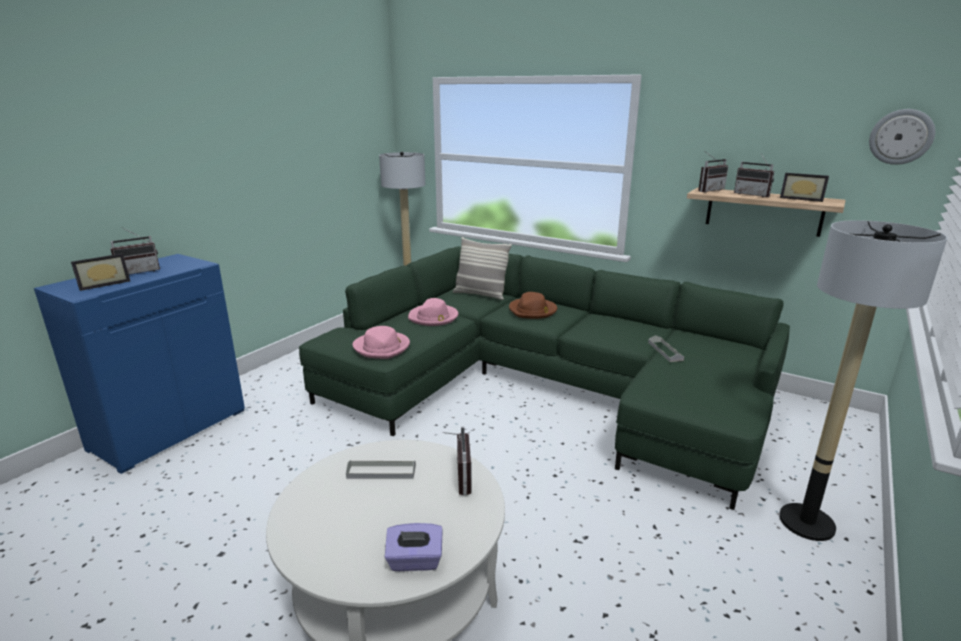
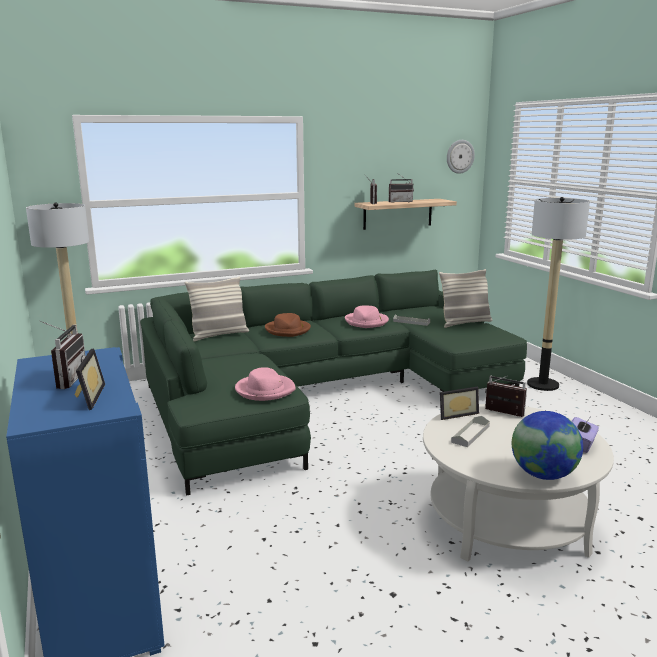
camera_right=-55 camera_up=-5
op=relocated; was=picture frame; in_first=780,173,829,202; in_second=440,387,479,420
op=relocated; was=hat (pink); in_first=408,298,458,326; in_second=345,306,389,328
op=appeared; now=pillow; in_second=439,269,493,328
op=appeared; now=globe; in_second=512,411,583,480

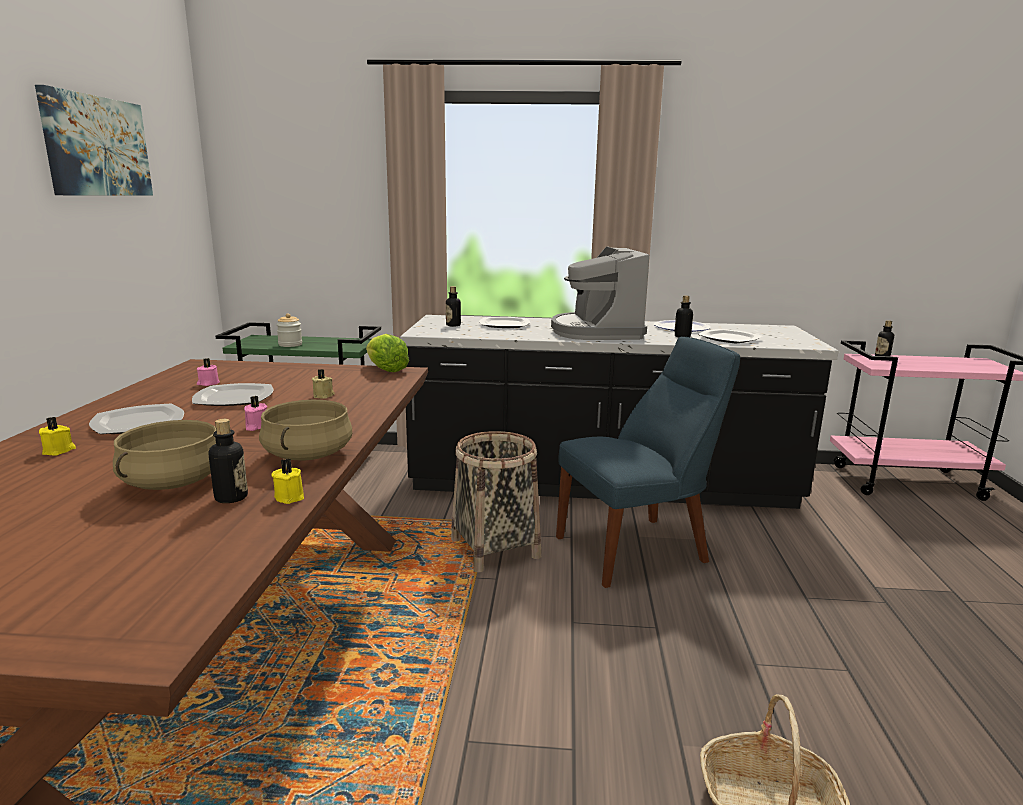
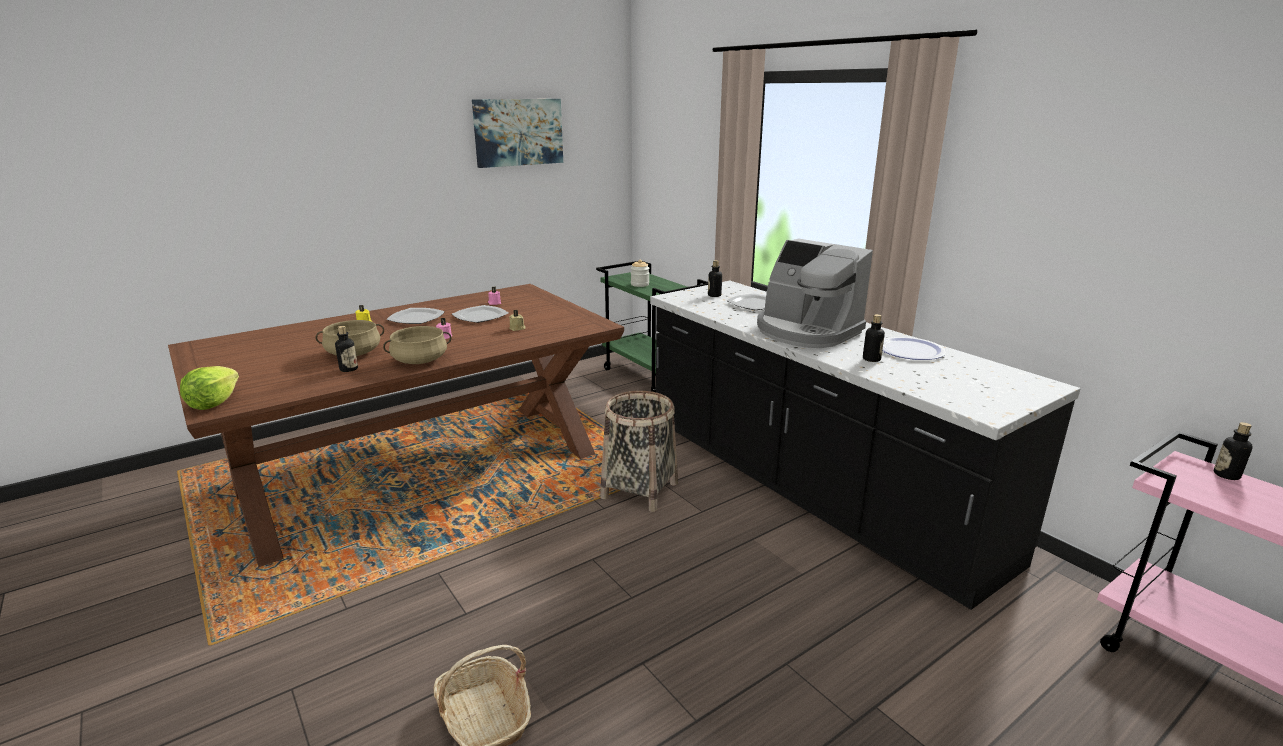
camera_right=50 camera_up=5
op=spun; was=coffee machine; in_first=551,247,649,340; in_second=757,239,873,348; clockwise=-90
op=missing; was=plate; in_first=698,329,762,344
op=relocated; was=lettuce; in_first=366,334,409,372; in_second=180,366,239,410
op=missing; was=chair (blue); in_first=556,336,740,588
op=missing; was=candle (yellow); in_first=271,459,304,504

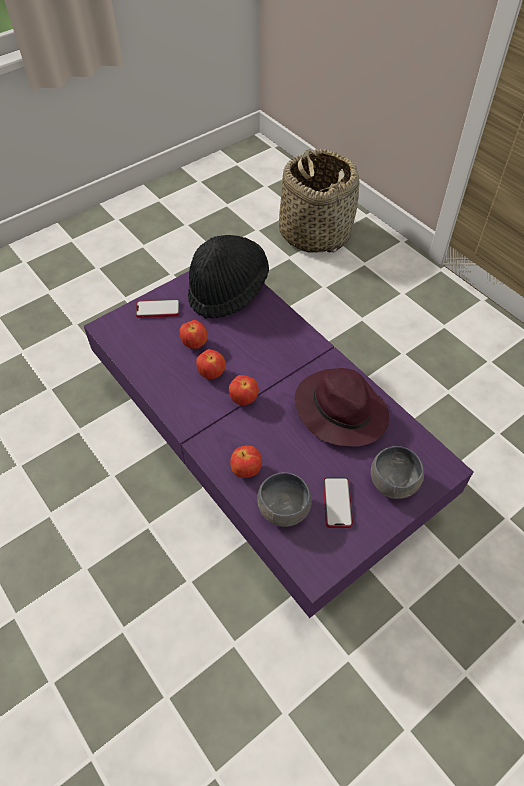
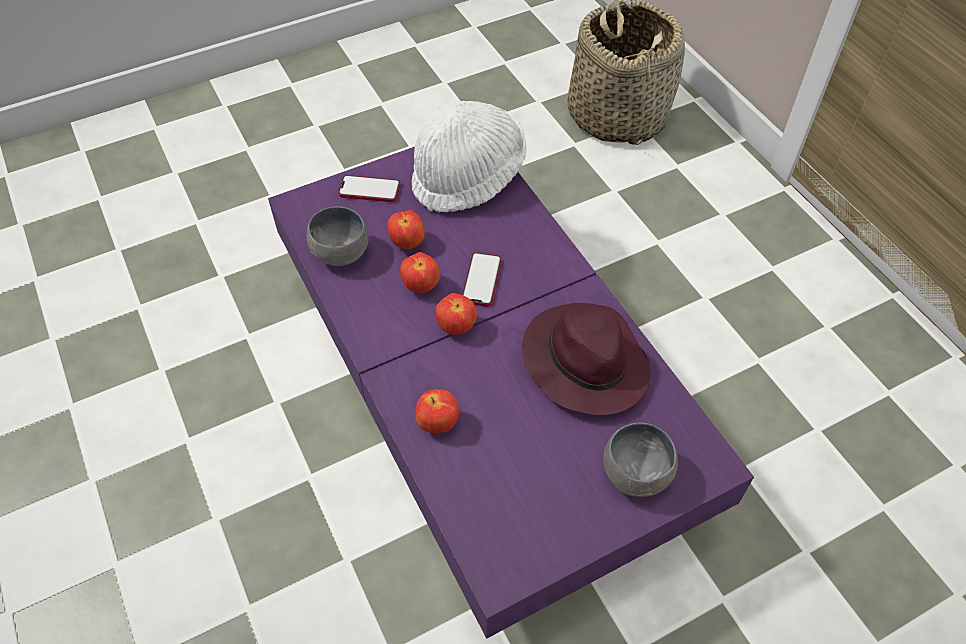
camera_right=10 camera_up=0
op=colour; was=hat (black); now=hat (white); in_first=188,235,269,319; in_second=412,101,526,213
op=relocated; was=bowl (grey); in_first=257,472,312,527; in_second=307,206,369,266
op=relocated; was=phone; in_first=323,477,353,528; in_second=462,252,502,307

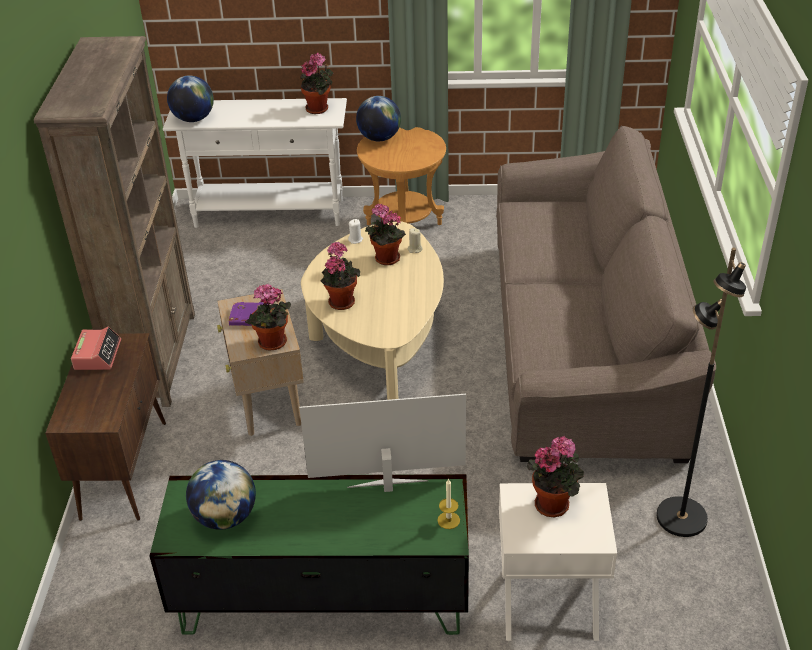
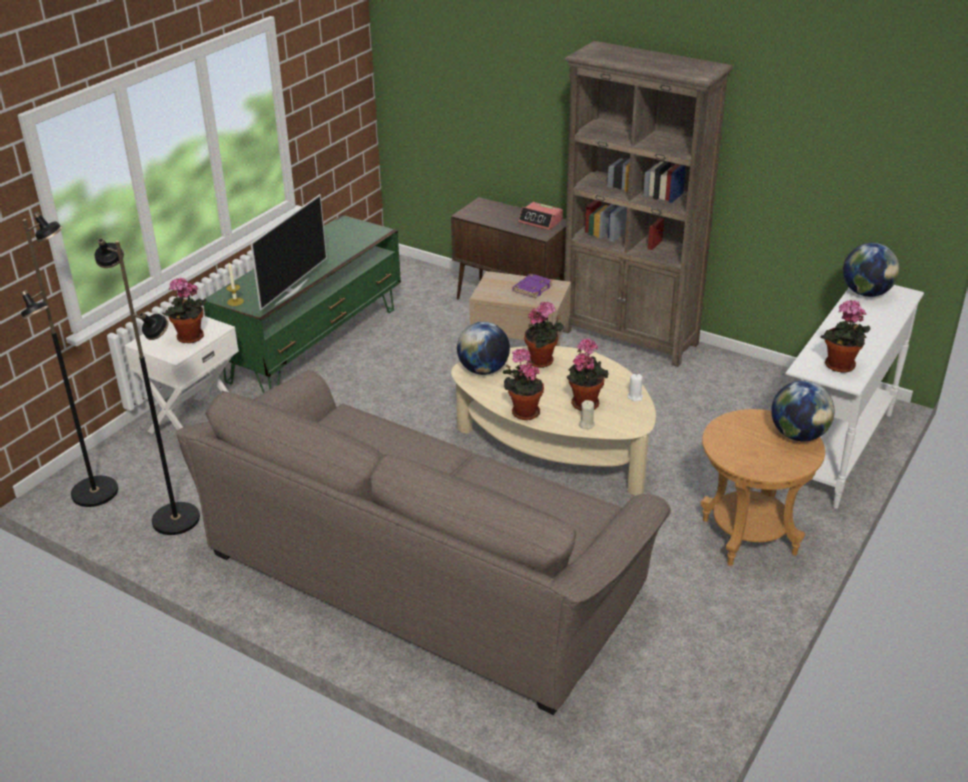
camera_right=120 camera_up=-5
op=relocated; was=potted plant; in_first=245,284,291,351; in_second=503,348,544,420
op=relocated; was=globe; in_first=186,460,256,530; in_second=457,322,510,375
op=appeared; now=floor lamp (black); in_second=21,212,118,507

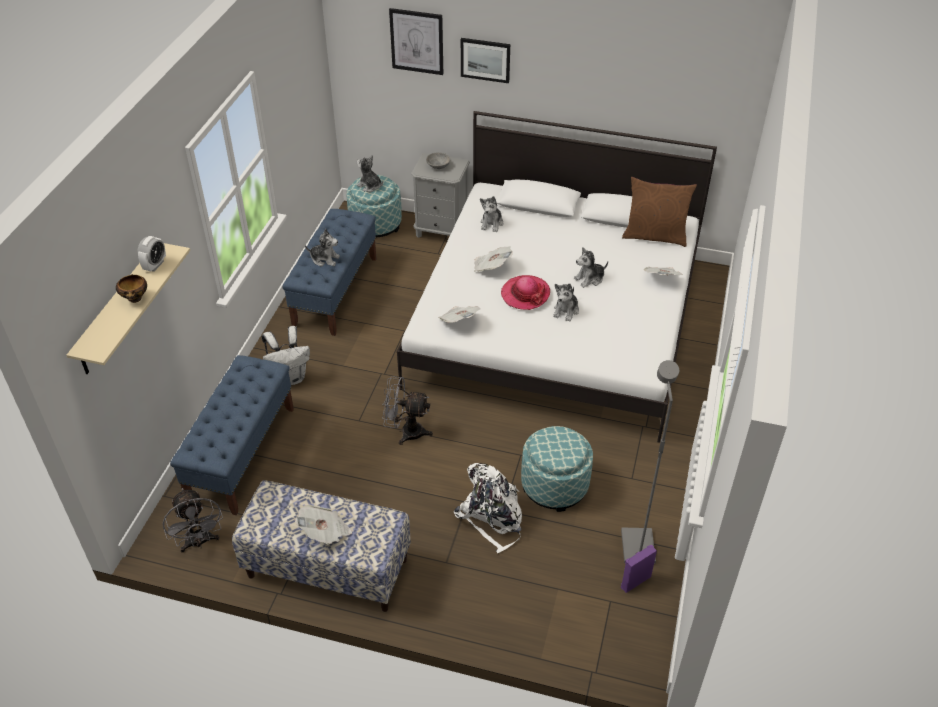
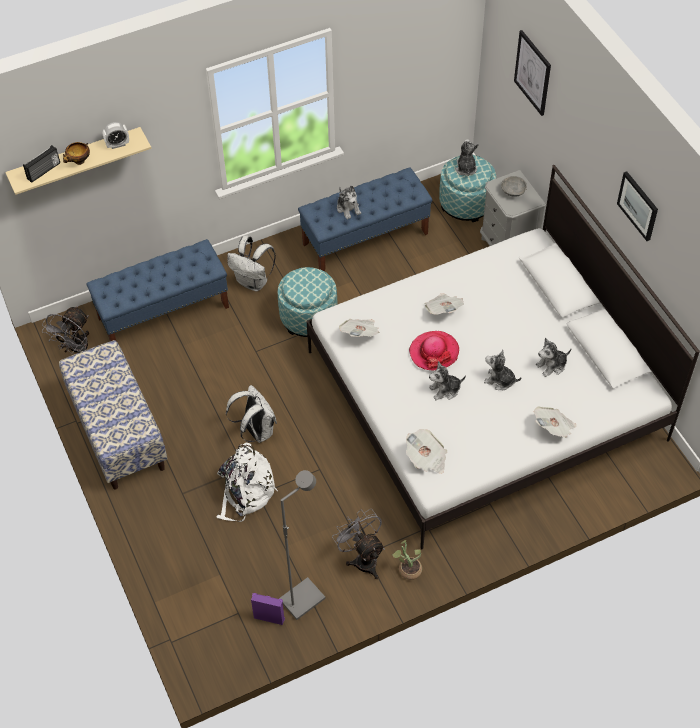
camera_right=50 camera_up=10
op=relocated; was=picture; in_first=461,38,510,83; in_second=617,172,658,241
op=missing; was=pillow (brown); in_first=622,177,697,247
op=relocated; was=plush toy; in_first=480,196,503,232; in_second=536,338,571,377
op=relocated; was=fan (grey); in_first=382,376,433,445; in_second=332,509,385,579
op=relocated; was=ottoman; in_first=521,426,593,512; in_second=278,267,337,337
op=relocated; was=newspaper; in_first=295,505,352,544; in_second=406,429,447,474
op=appeared; now=radio; in_second=23,145,60,183
op=appeared; now=backpack (white); in_second=226,385,277,443
op=appeared; now=potted plant; in_second=392,540,422,580

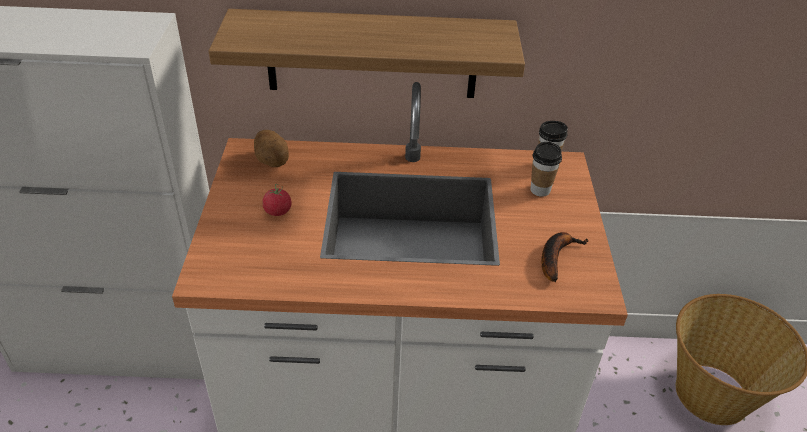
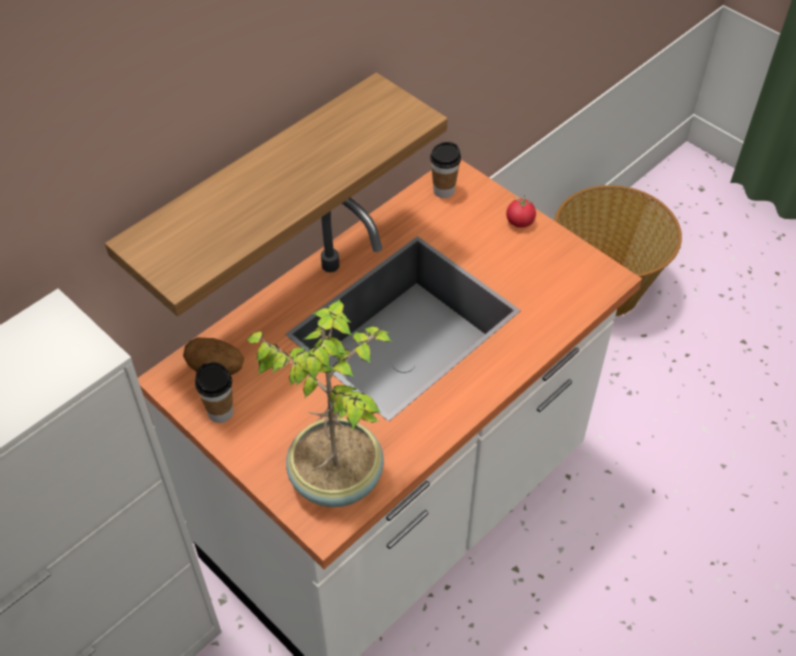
camera_right=-45 camera_up=10
op=relocated; was=cup; in_first=531,142,562,197; in_second=195,362,233,423
op=relocated; was=tomato; in_first=262,184,291,216; in_second=506,195,536,228
op=missing; was=banana; in_first=541,232,589,282
op=appeared; now=potted plant; in_second=247,300,393,507

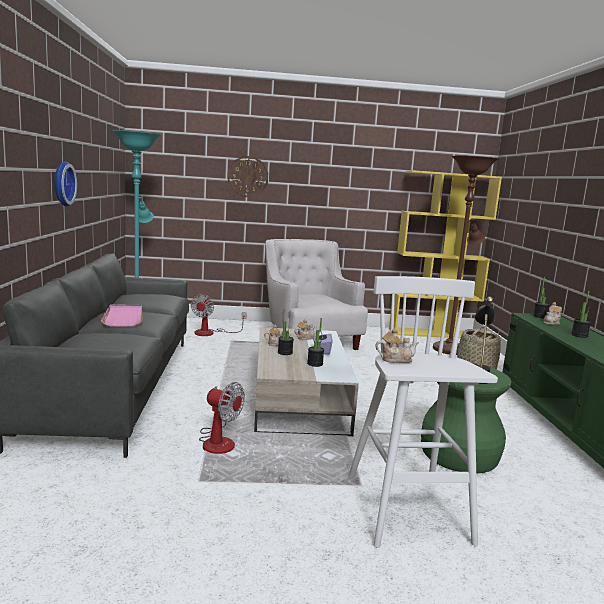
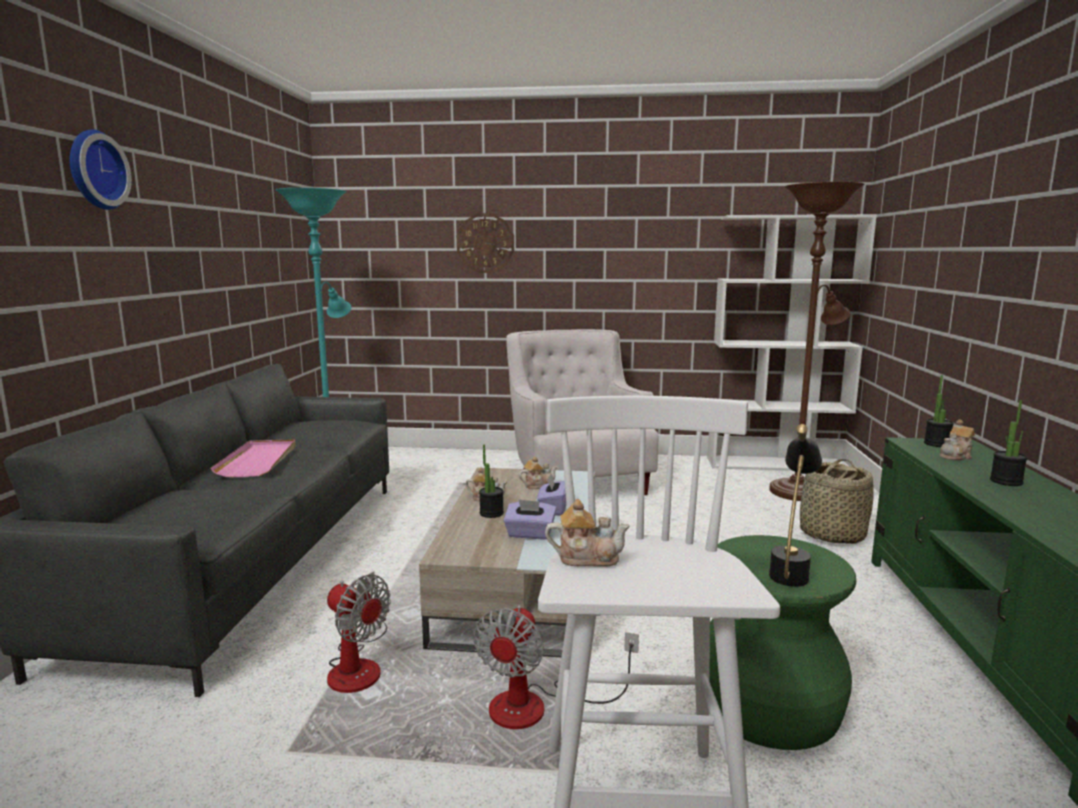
camera_right=10 camera_up=0
op=relocated; was=wall clock; in_first=55,161,77,207; in_second=69,129,132,210
op=colour; was=bookcase (yellow); now=bookcase (white); in_first=389,170,502,338; in_second=707,214,877,471
op=relocated; was=fan; in_first=191,294,247,336; in_second=473,605,639,729
op=exchanged; was=potted plant; now=tissue box (purple); in_first=307,318,324,367; in_second=503,499,557,539

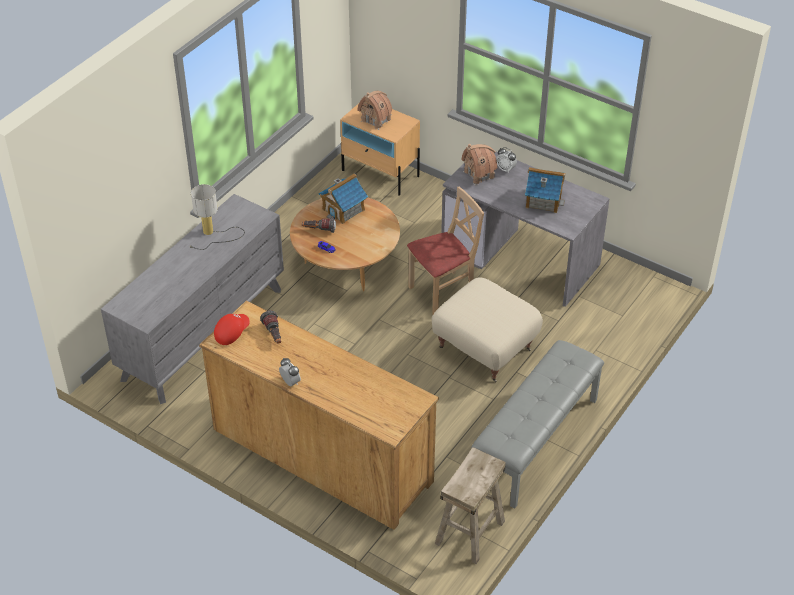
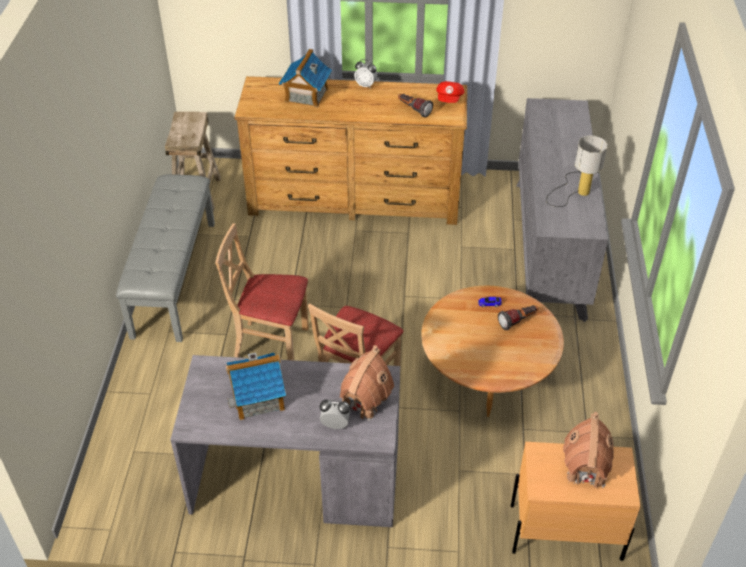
camera_right=150 camera_up=0
op=relocated; was=toy house; in_first=318,173,368,224; in_second=279,49,332,107
op=exchanged; was=ottoman (beige); now=chair (beige); in_first=432,277,543,382; in_second=215,223,309,360

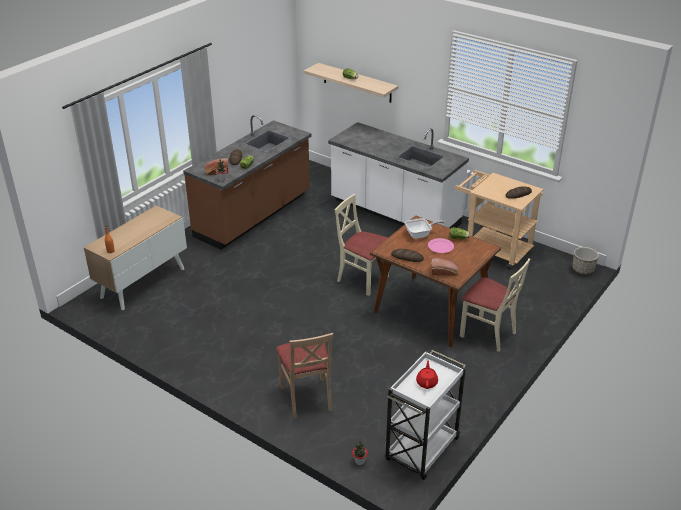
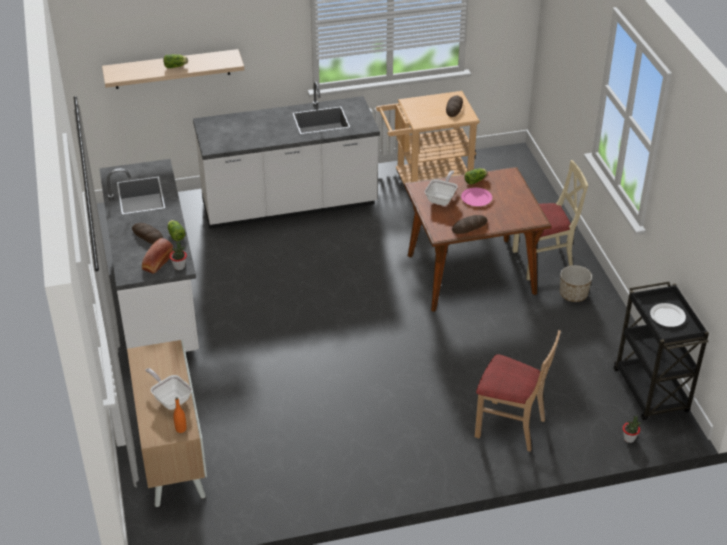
camera_right=-50 camera_up=5
op=colour; was=counter (brown); now=counter (white); in_first=183,115,312,250; in_second=99,159,199,361
op=missing; was=chair (beige); in_first=335,194,389,296
op=relocated; was=planter; in_first=572,247,599,275; in_second=560,265,592,302
op=missing; was=bread; in_first=431,258,459,276
op=colour; was=cart (white); now=cart (black); in_first=386,350,466,480; in_second=613,282,709,420
op=exchanged; was=teapot (red); now=plate (white); in_first=416,361,438,389; in_second=650,303,686,327
op=appeared; now=frying pan; in_second=146,368,192,410

